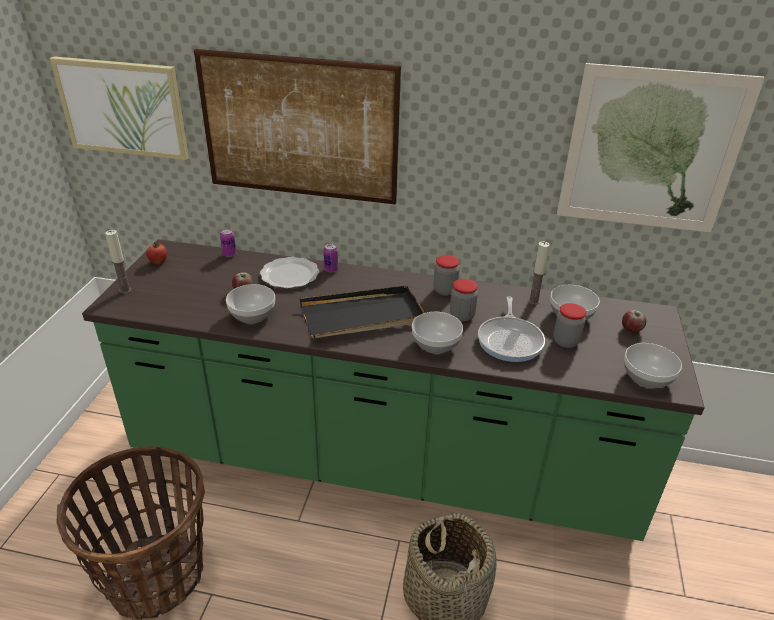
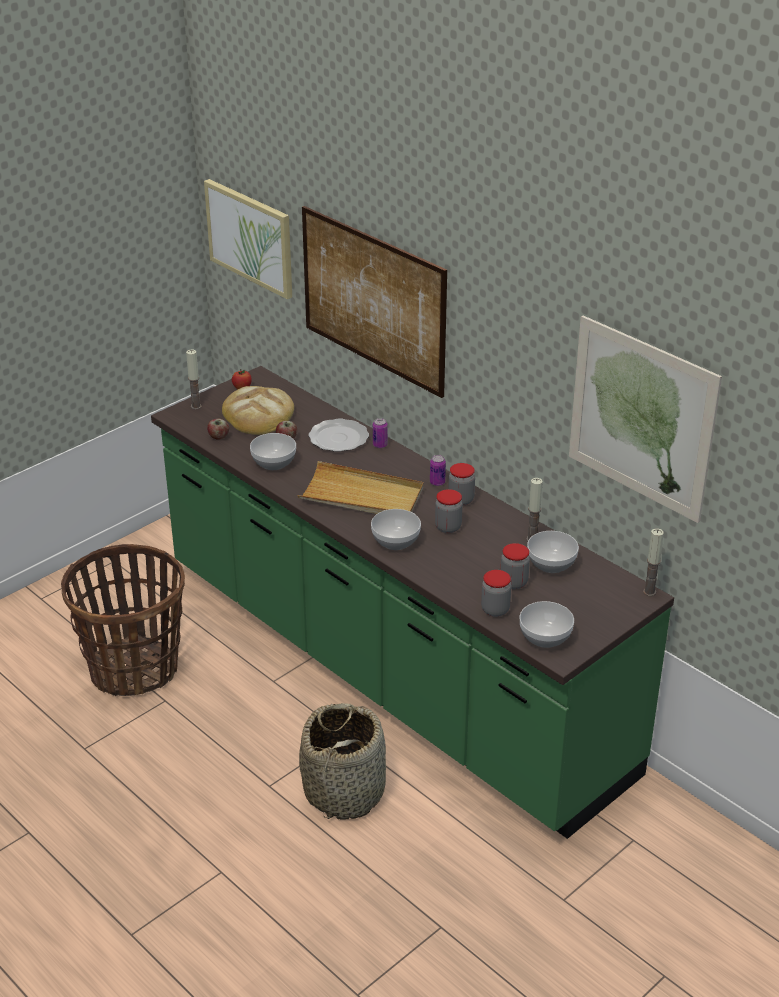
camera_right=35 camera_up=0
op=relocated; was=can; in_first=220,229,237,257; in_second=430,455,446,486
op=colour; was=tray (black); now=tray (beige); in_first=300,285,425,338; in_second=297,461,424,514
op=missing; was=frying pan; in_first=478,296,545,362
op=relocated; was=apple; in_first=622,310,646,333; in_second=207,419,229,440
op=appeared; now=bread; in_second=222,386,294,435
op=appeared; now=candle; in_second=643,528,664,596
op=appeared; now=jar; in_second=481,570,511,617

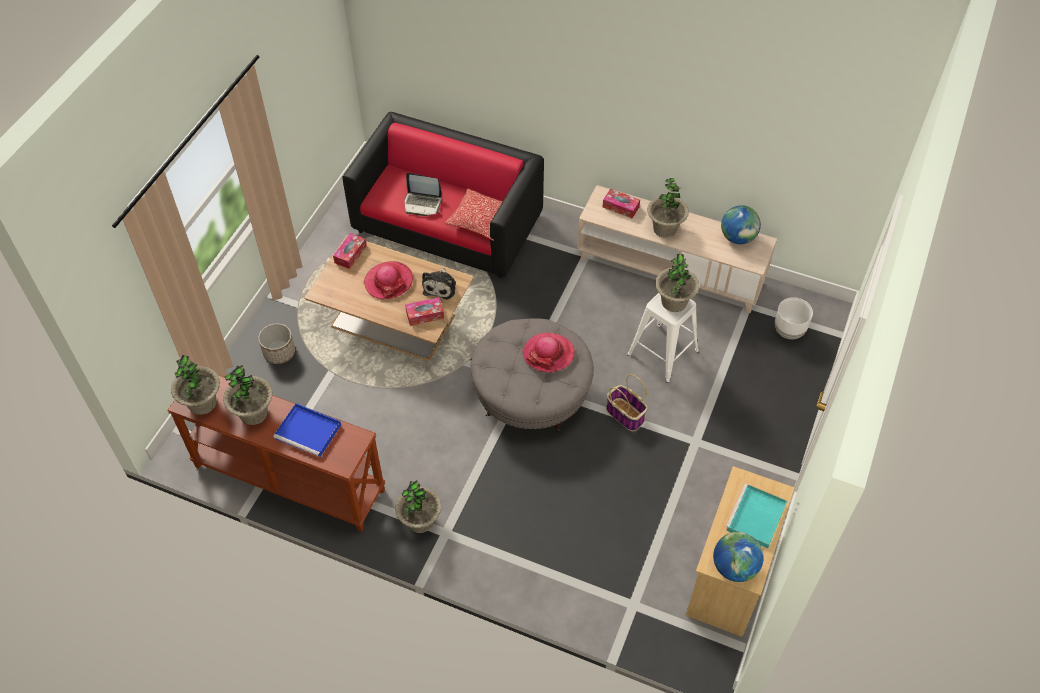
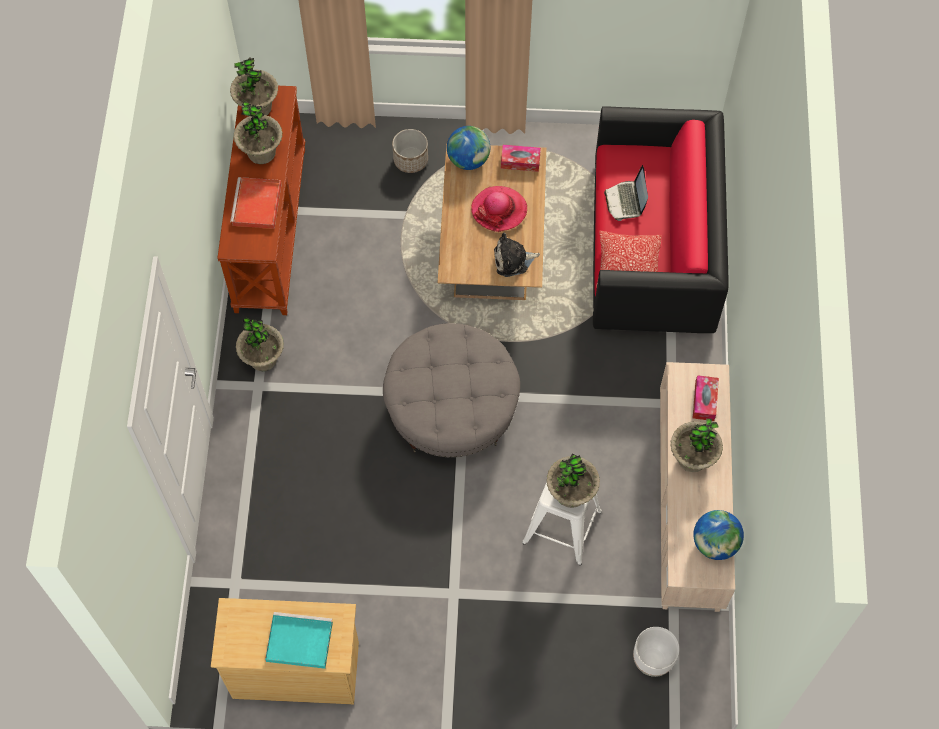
camera_right=70 camera_up=10
op=missing; was=tissue box; in_first=405,297,444,326
op=missing; was=hat; in_first=522,333,575,373
op=missing; was=basket; in_first=606,374,648,431
op=colour; was=tray (blue); now=tray (red); in_first=273,403,341,458; in_second=230,177,281,229
op=relocated; was=globe; in_first=713,532,764,582; in_second=447,126,490,170

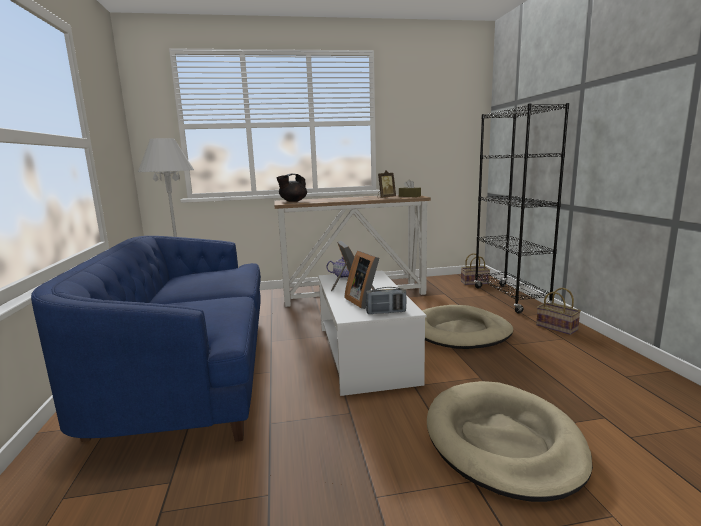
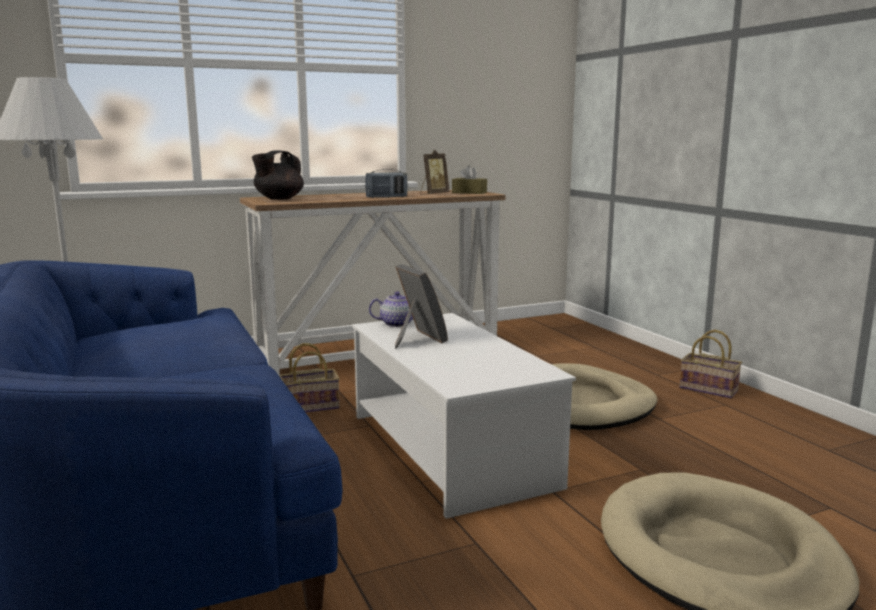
camera_right=-15 camera_up=0
op=missing; was=bookcase (black); in_first=474,103,569,313
op=missing; was=picture frame; in_first=345,250,379,309
op=relocated; was=basket; in_first=461,253,490,285; in_second=279,343,340,413
op=relocated; was=radio; in_first=366,287,406,315; in_second=365,169,408,198

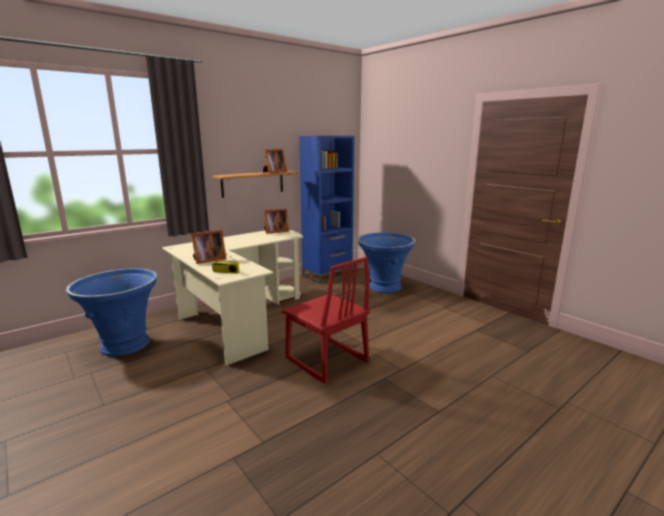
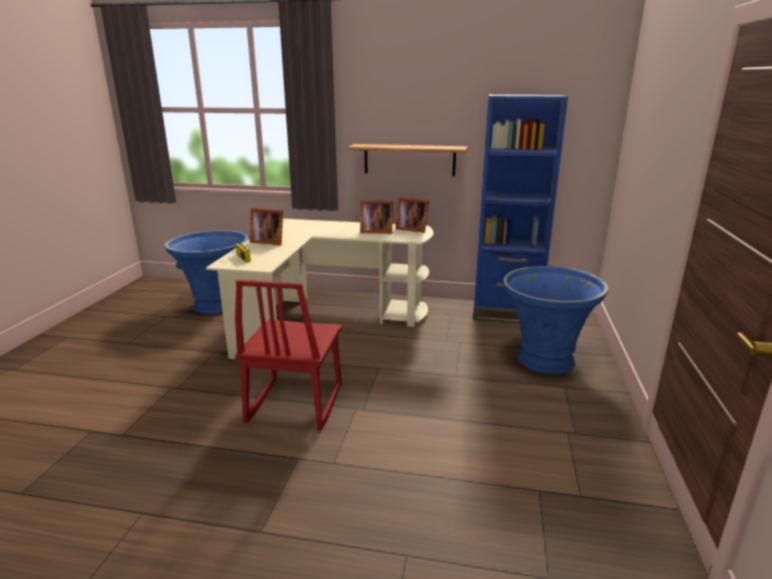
camera_right=50 camera_up=5
op=relocated; was=picture frame; in_first=263,149,287,173; in_second=360,201,393,234

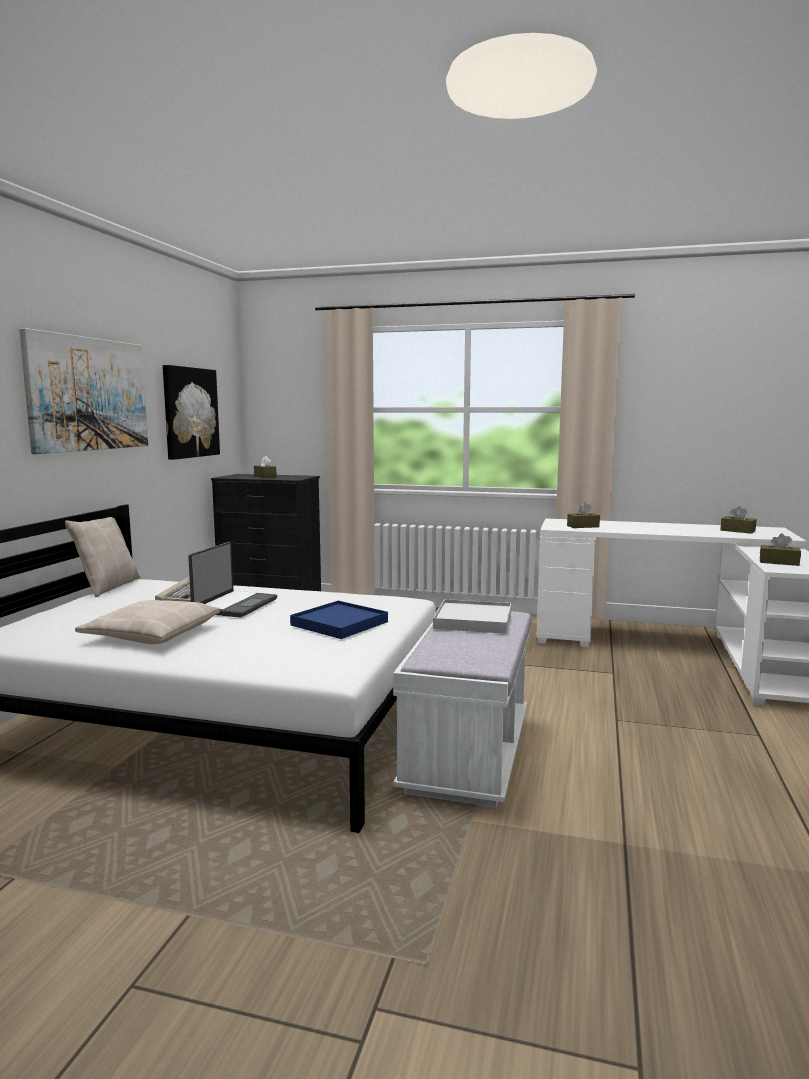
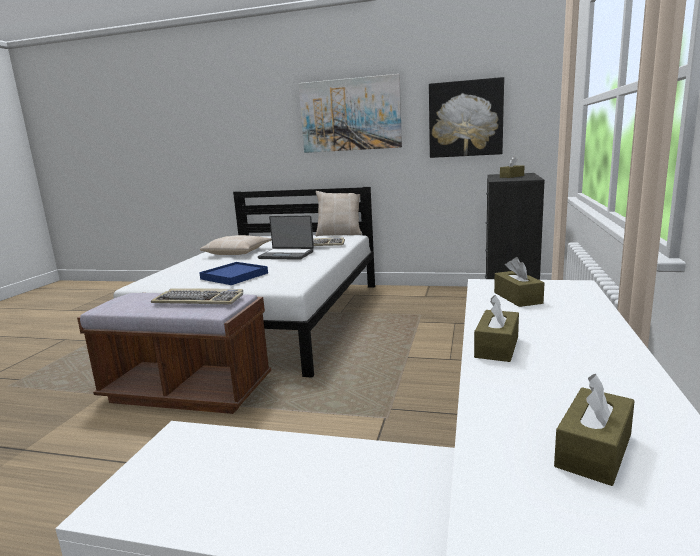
camera_right=90 camera_up=5
op=relocated; was=tissue box (brown); in_first=760,534,801,566; in_second=474,295,519,362
op=exchanged; was=tray (white); now=keyboard; in_first=433,599,511,634; in_second=151,288,243,304
op=colour; was=bench (white); now=bench (brown); in_first=393,611,531,808; in_second=77,293,271,414

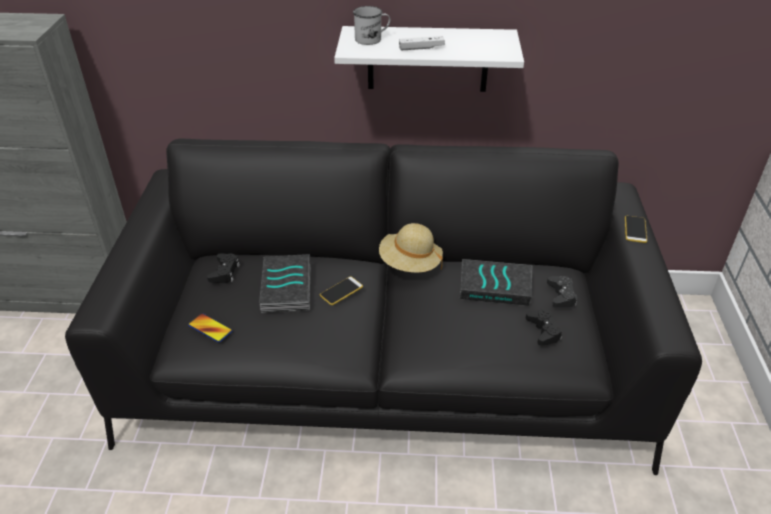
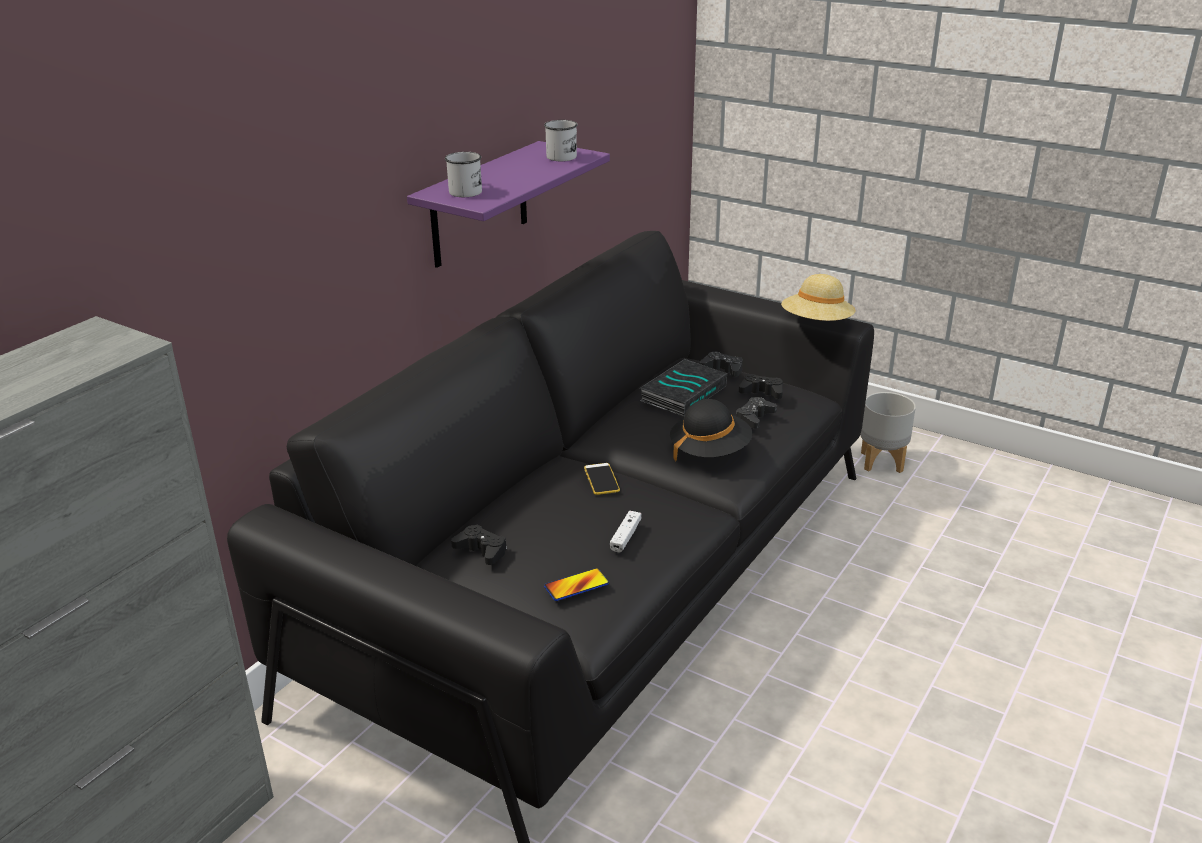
camera_right=-60 camera_up=-10
op=colour; was=shelf (white); now=shelf (purple); in_first=334,26,524,92; in_second=407,141,610,268
op=relocated; was=game controller (white); in_first=399,36,445,51; in_second=610,511,642,552
op=missing; was=phone; in_first=625,216,647,243
op=relocated; was=hat (beige); in_first=379,223,443,273; in_second=781,274,856,321
op=missing; was=book; in_first=259,254,311,313
op=appeared; now=mug (white); in_second=544,120,578,161
op=appeared; now=planter (grey); in_second=860,392,916,473
op=appeared; now=game controller (black); in_second=736,397,777,429
op=appeared; now=hat (black); in_second=670,399,753,462

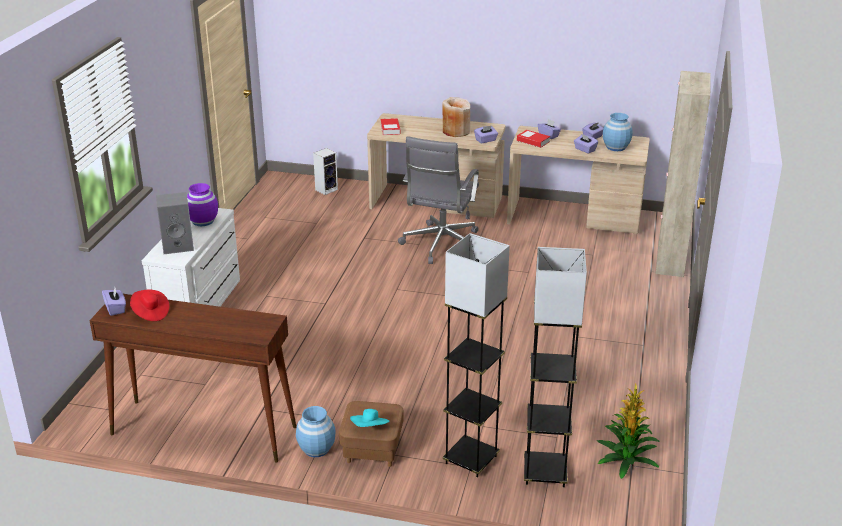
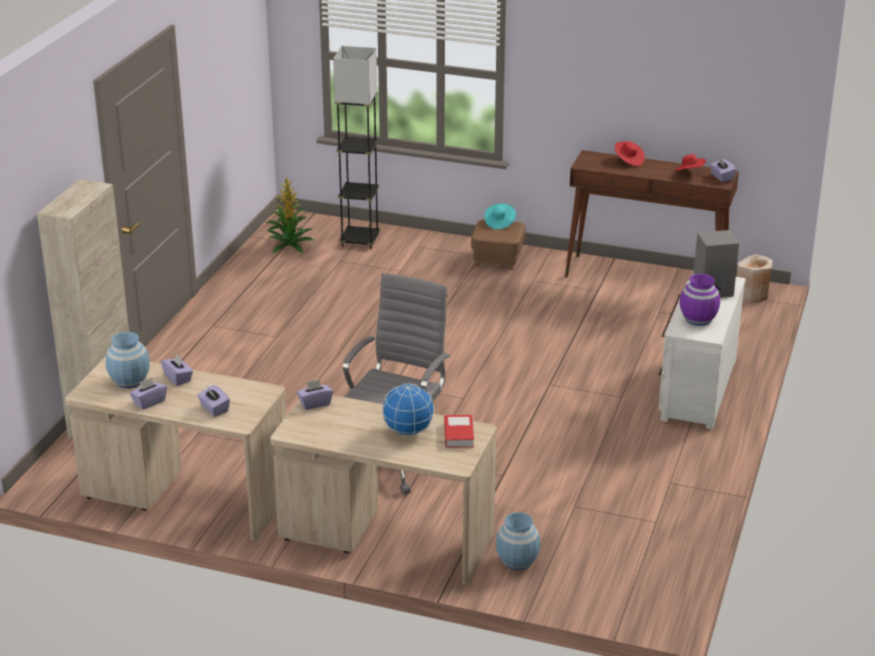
camera_right=-175 camera_up=0
op=relocated; was=vase (beige); in_first=442,97,470,137; in_second=736,254,773,303
op=missing; was=book; in_first=517,130,550,148
op=missing; was=speaker; in_first=313,148,338,195
op=missing; was=floor lamp (grey); in_first=443,233,510,478
op=relocated; was=vase (blue); in_first=296,406,336,457; in_second=496,512,540,570
op=appeared; now=hat (red); in_second=615,141,645,166
op=appeared; now=globe; in_second=382,384,435,436

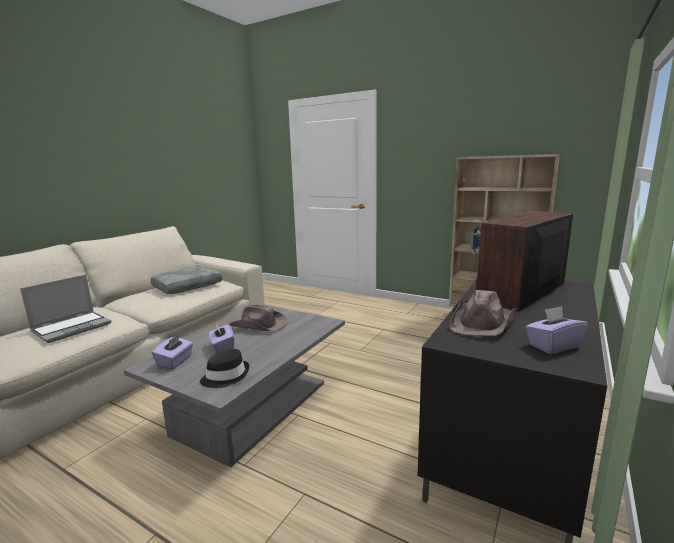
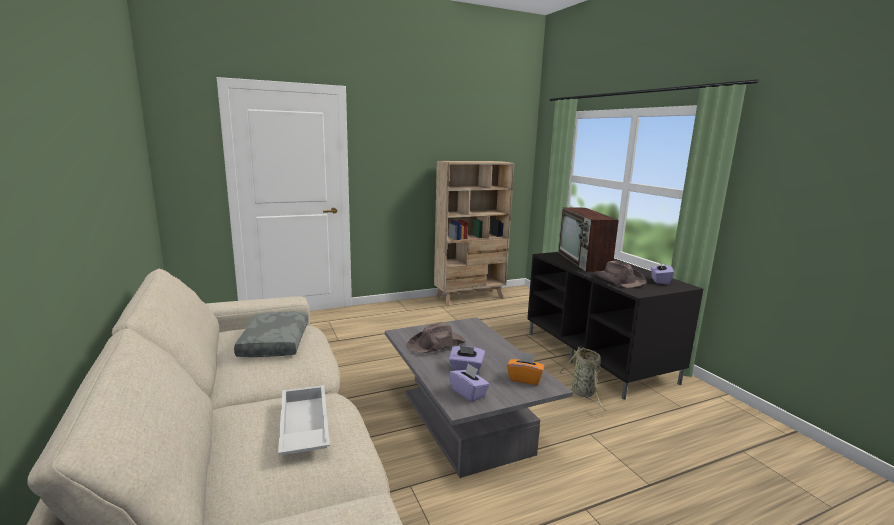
camera_right=-55 camera_up=0
op=exchanged; was=laptop; now=tray (white); in_first=20,275,111,343; in_second=278,385,330,455
op=exchanged; was=hat (black); now=tissue box (orange); in_first=200,349,249,388; in_second=507,352,544,385
op=appeared; now=basket; in_second=558,347,607,411

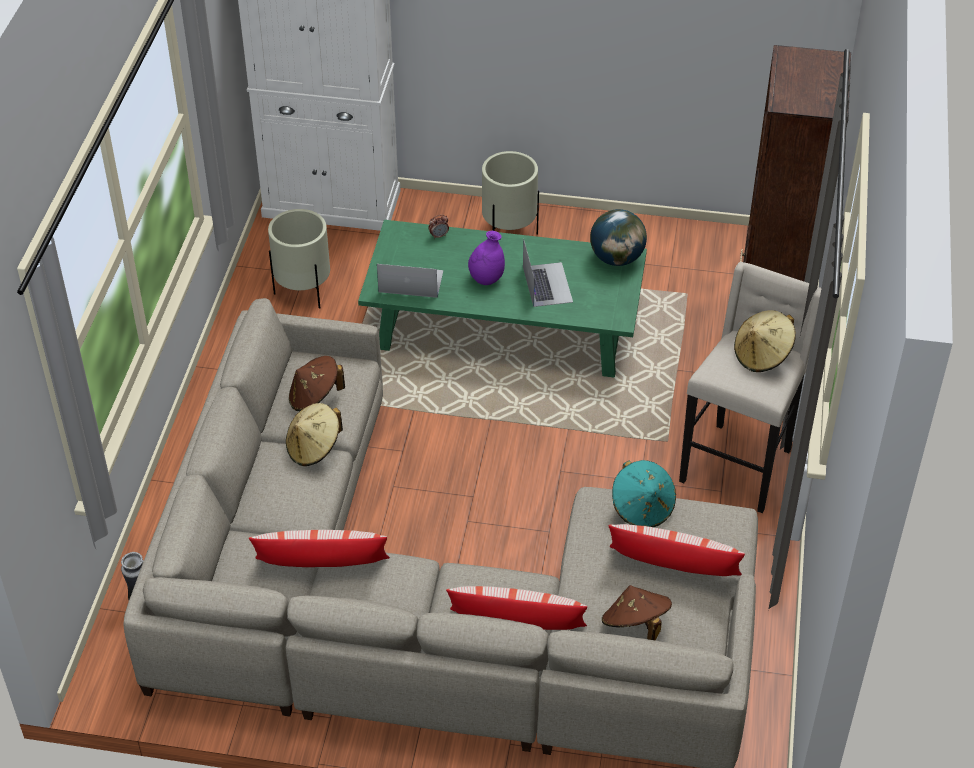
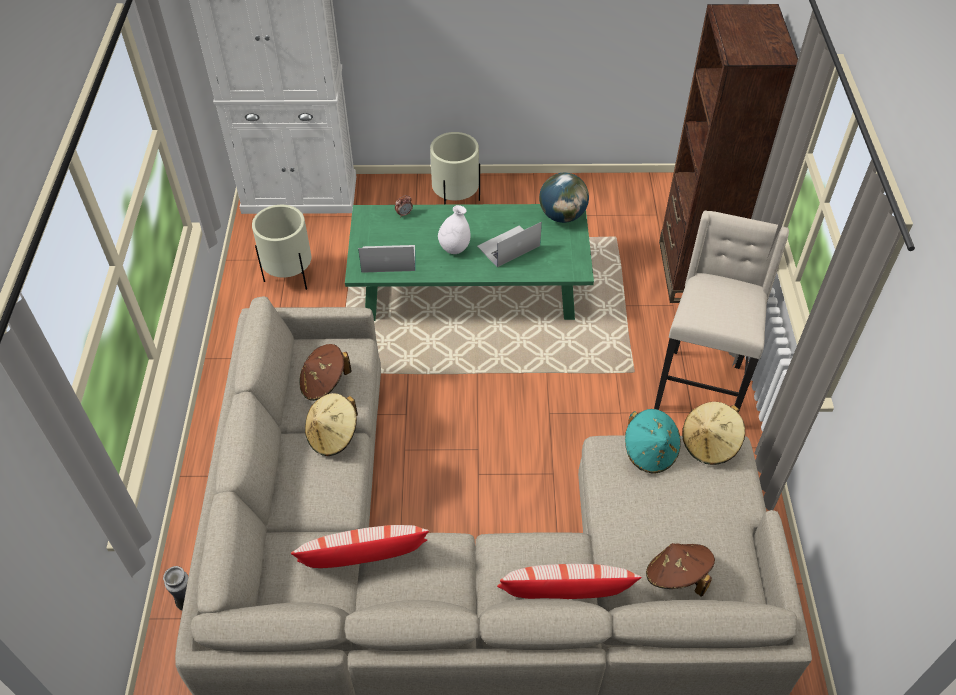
camera_right=-10 camera_up=5
op=colour; was=vase (purple); now=vase (white); in_first=468,231,505,285; in_second=438,205,470,254
op=spun; was=laptop; in_first=523,239,573,307; in_second=477,222,542,267; clockwise=-105
op=relocated; was=hat (beige); in_first=734,310,796,372; in_second=682,402,745,465
op=missing; was=pillow; in_first=608,524,745,576

